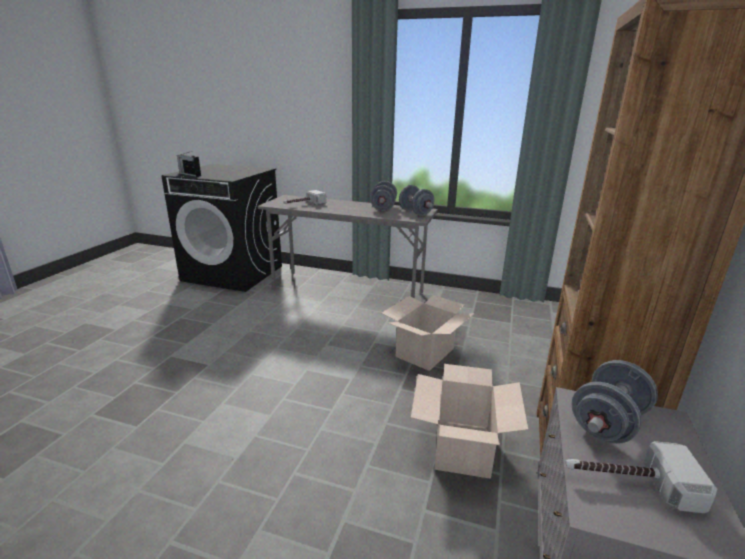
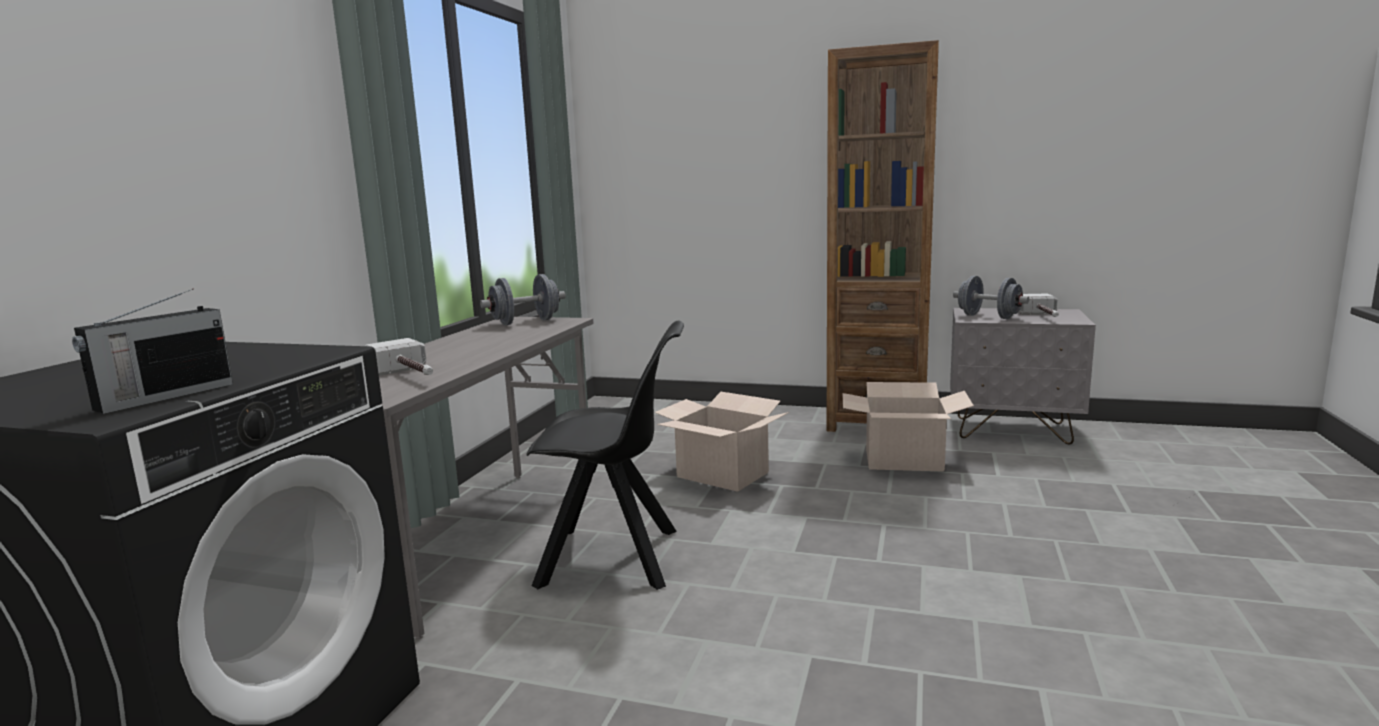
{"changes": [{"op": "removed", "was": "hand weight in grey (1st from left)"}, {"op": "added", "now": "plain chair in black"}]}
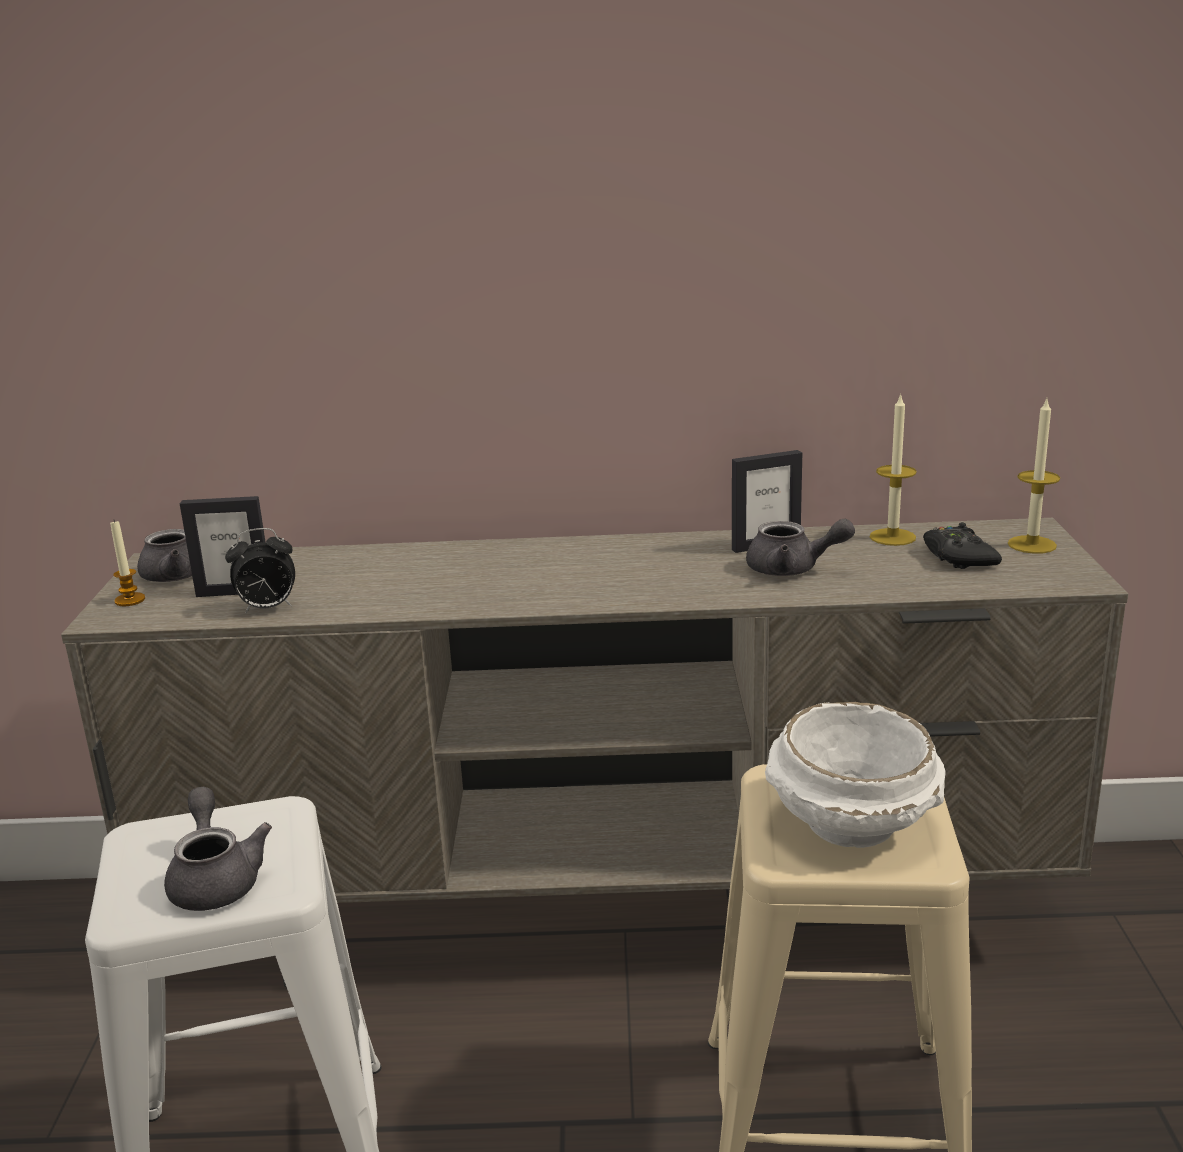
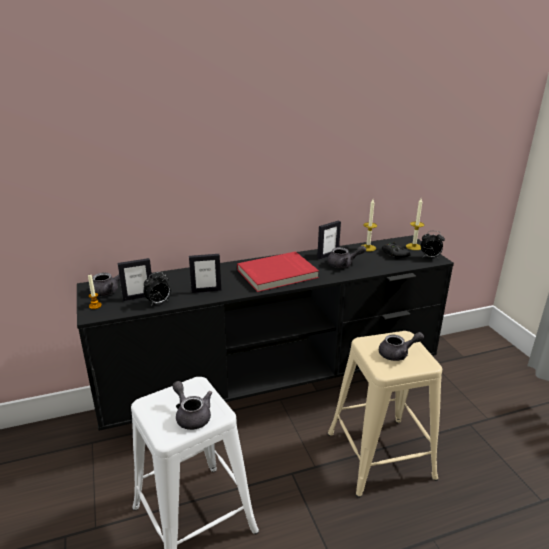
{"changes": [{"op": "recoloured", "was": "tv stand in sand-coloured", "now": "tv stand in black"}, {"op": "replaced", "was": "serving bowl in white-coloured", "now": "pot for tea in grey (4th from left)"}, {"op": "added", "now": "photo frame (2nd from left)"}, {"op": "added", "now": "book in red"}, {"op": "added", "now": "bedside clock (2nd from left)"}]}
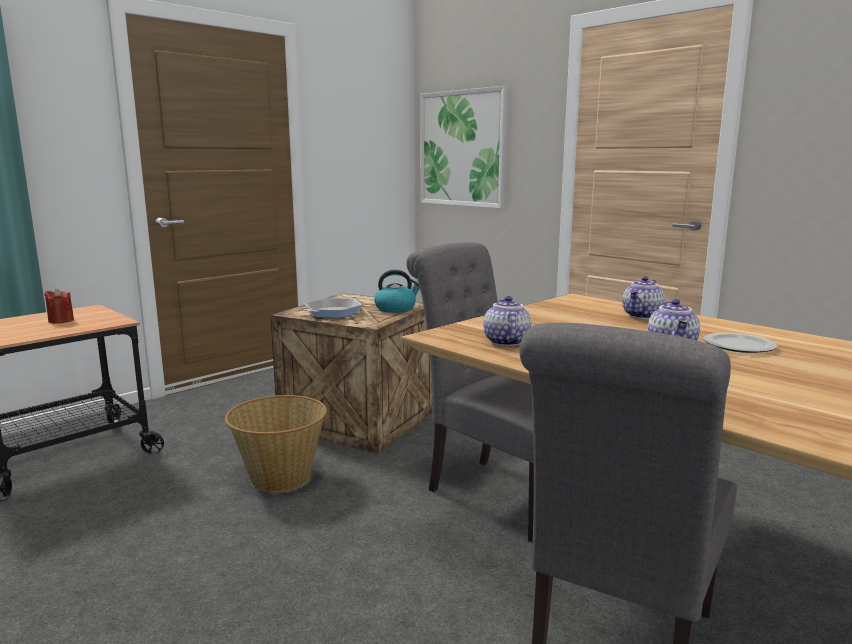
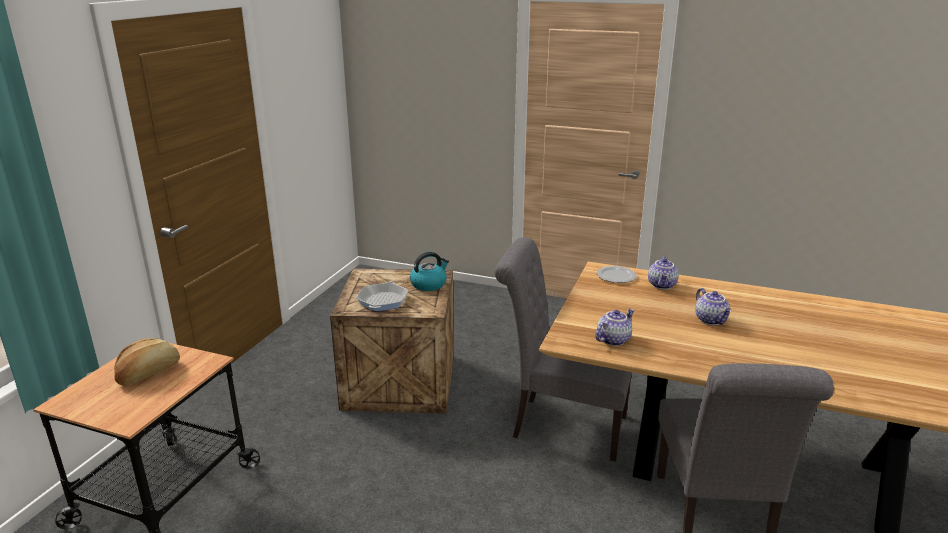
{"changes": [{"op": "replaced", "was": "candle in red", "now": "baked bread"}, {"op": "removed", "was": "basket"}, {"op": "removed", "was": "picture"}, {"op": "turned", "was": "pot for tea (1st from left)", "clockwise": 75}, {"op": "moved", "was": "flat dish"}]}
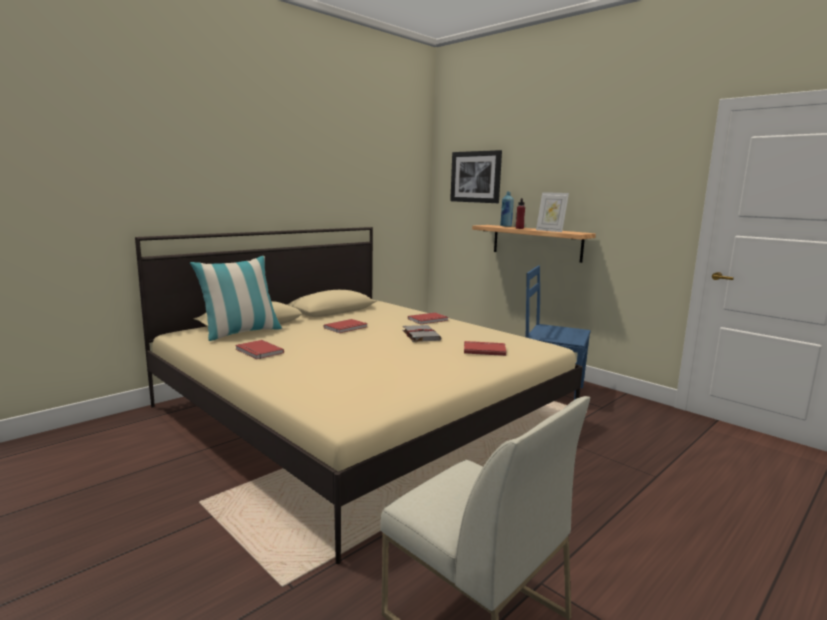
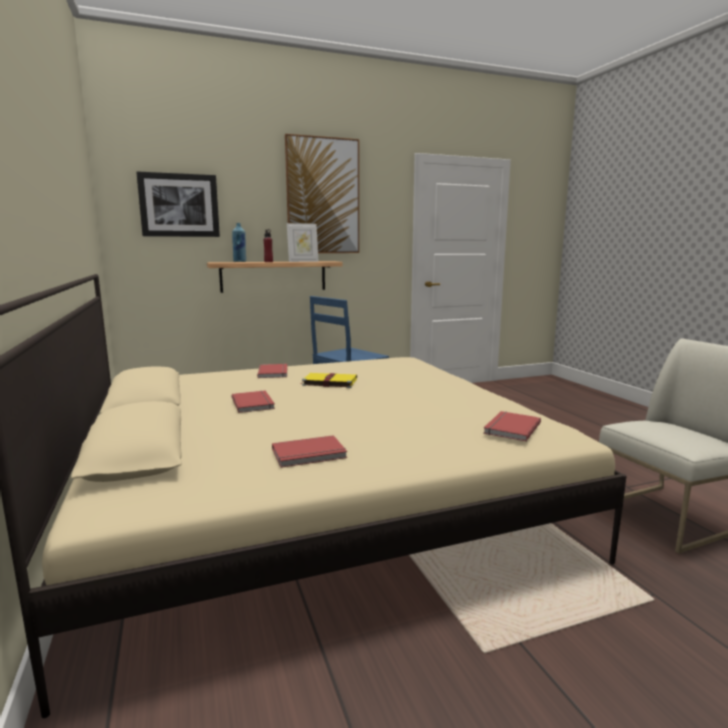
{"changes": [{"op": "removed", "was": "cushion"}, {"op": "recoloured", "was": "book in grey", "now": "book in yellow"}, {"op": "moved", "was": "book in red (4th from left)"}, {"op": "added", "now": "picture (2nd from left)"}]}
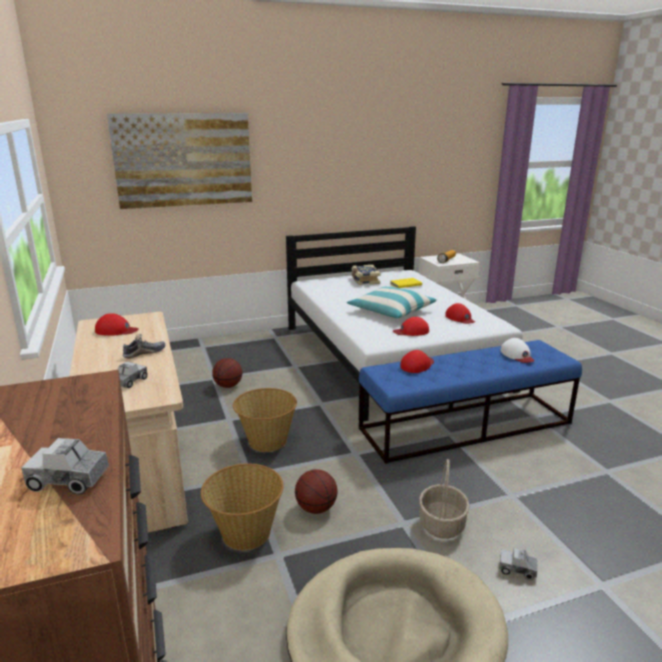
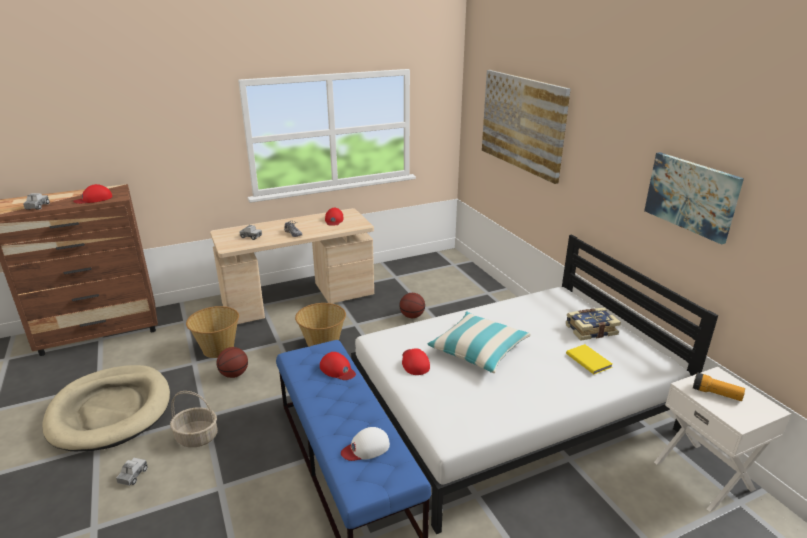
{"changes": [{"op": "moved", "was": "baseball cap in red (4th from left in the first image)", "now": "baseball cap in red (1st from left)"}, {"op": "added", "now": "picture (2nd from left)"}]}
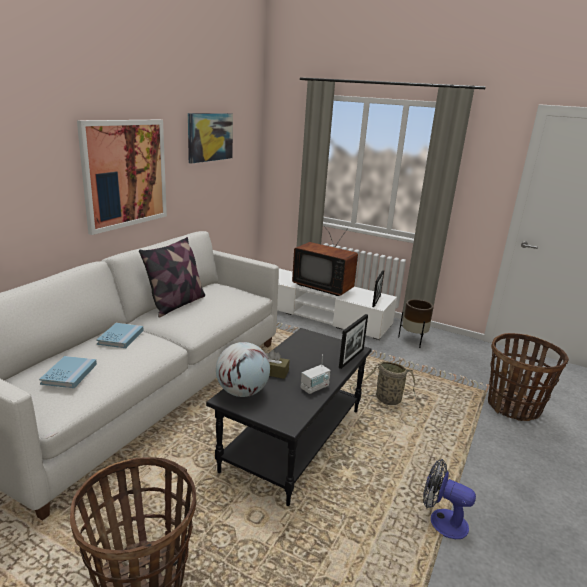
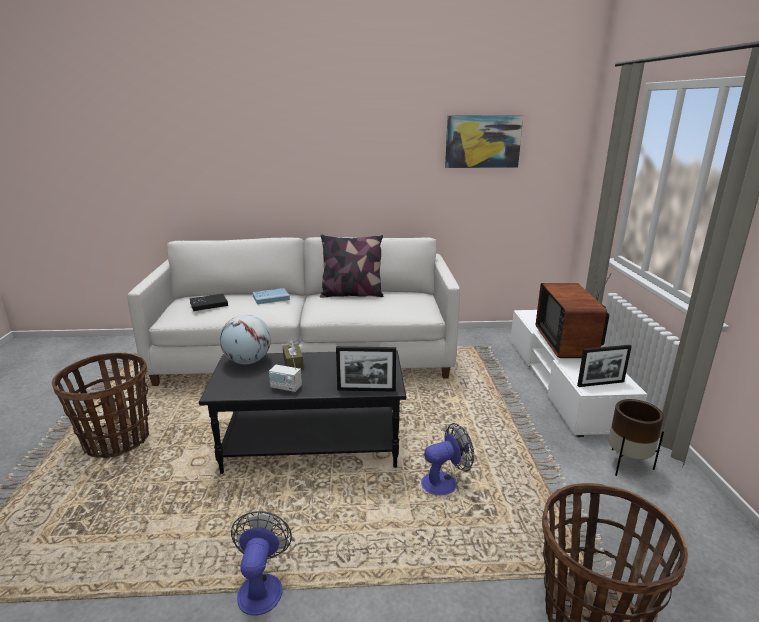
{"changes": [{"op": "recoloured", "was": "book in blue-coloured (1st from left)", "now": "book in black"}, {"op": "removed", "was": "picture (1st from left)"}, {"op": "replaced", "was": "basket (2nd from left)", "now": "cooling fan (2nd from left)"}]}
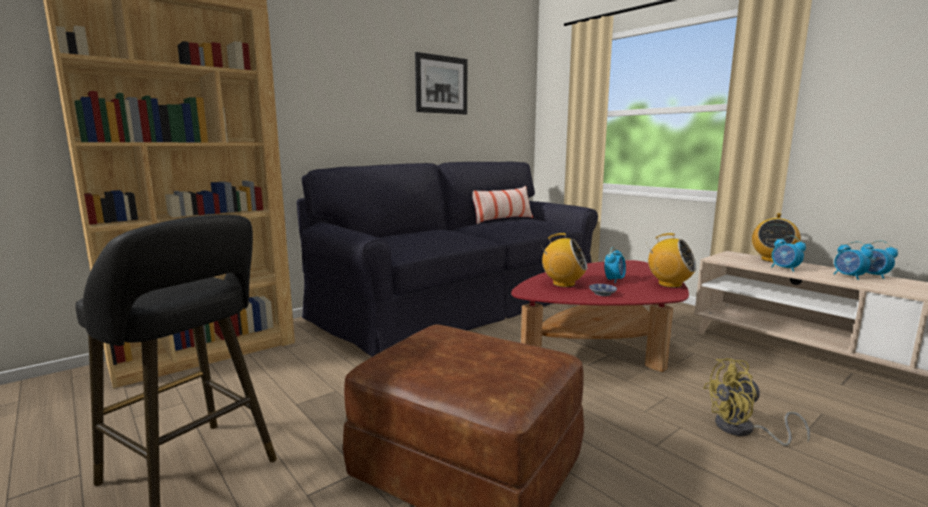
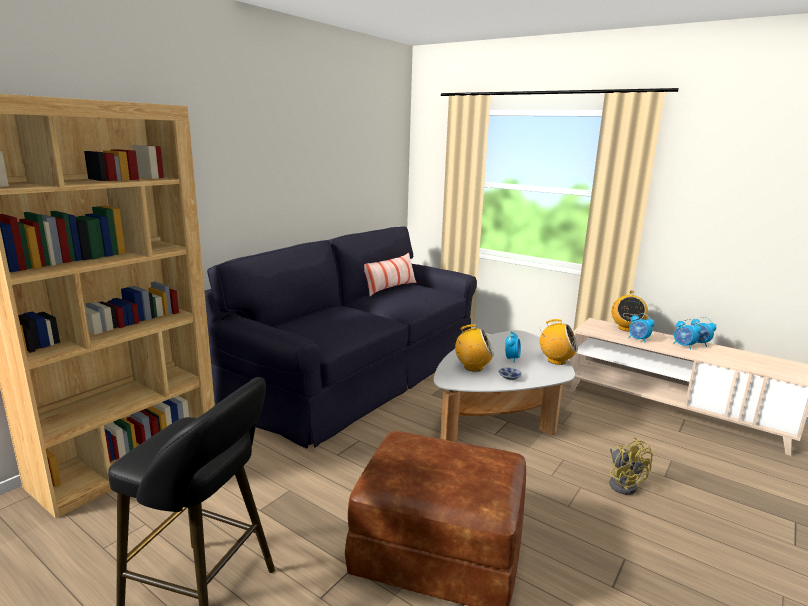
{"changes": [{"op": "removed", "was": "picture"}, {"op": "recoloured", "was": "lounge table in red", "now": "lounge table in white-coloured"}, {"op": "turned", "was": "cooling fan in yellow", "clockwise": -90}]}
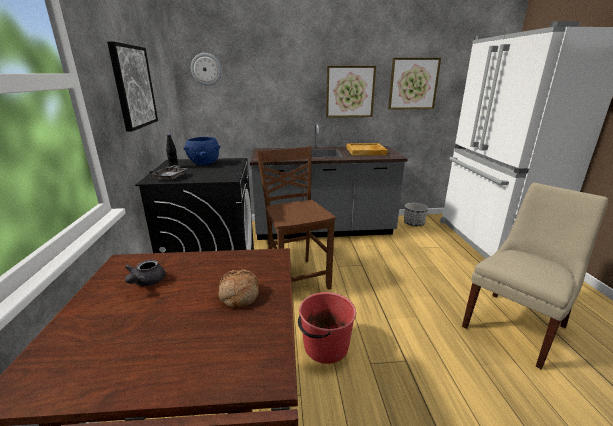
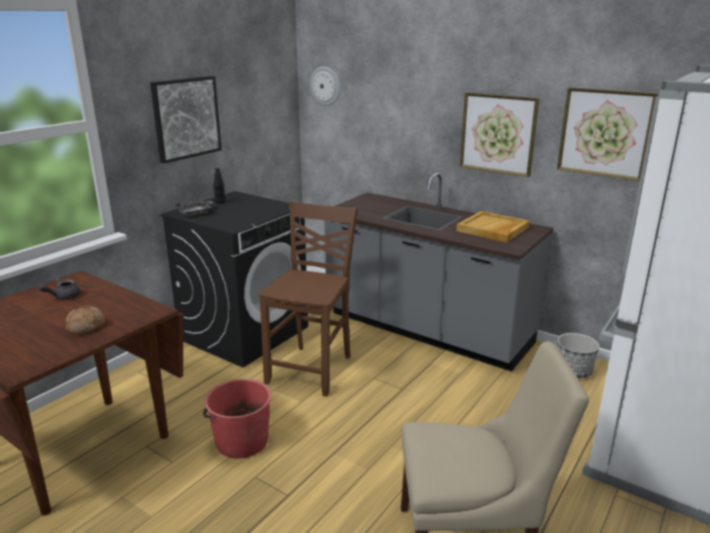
{"changes": [{"op": "removed", "was": "serving bowl in blue-coloured"}]}
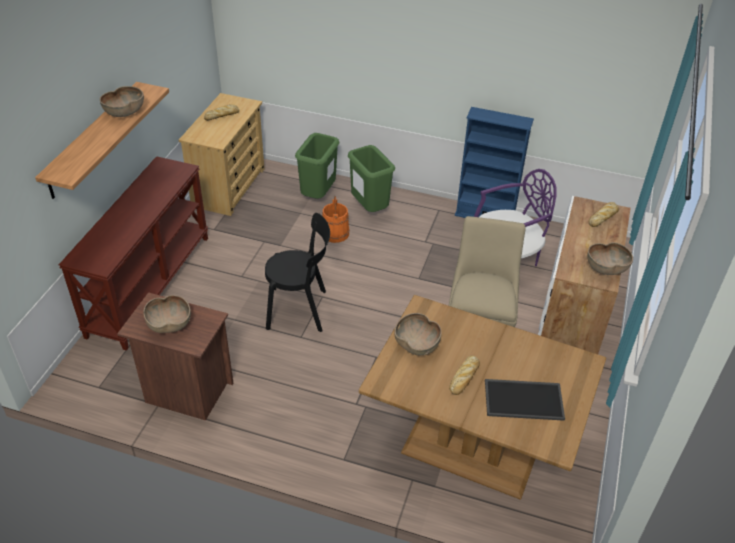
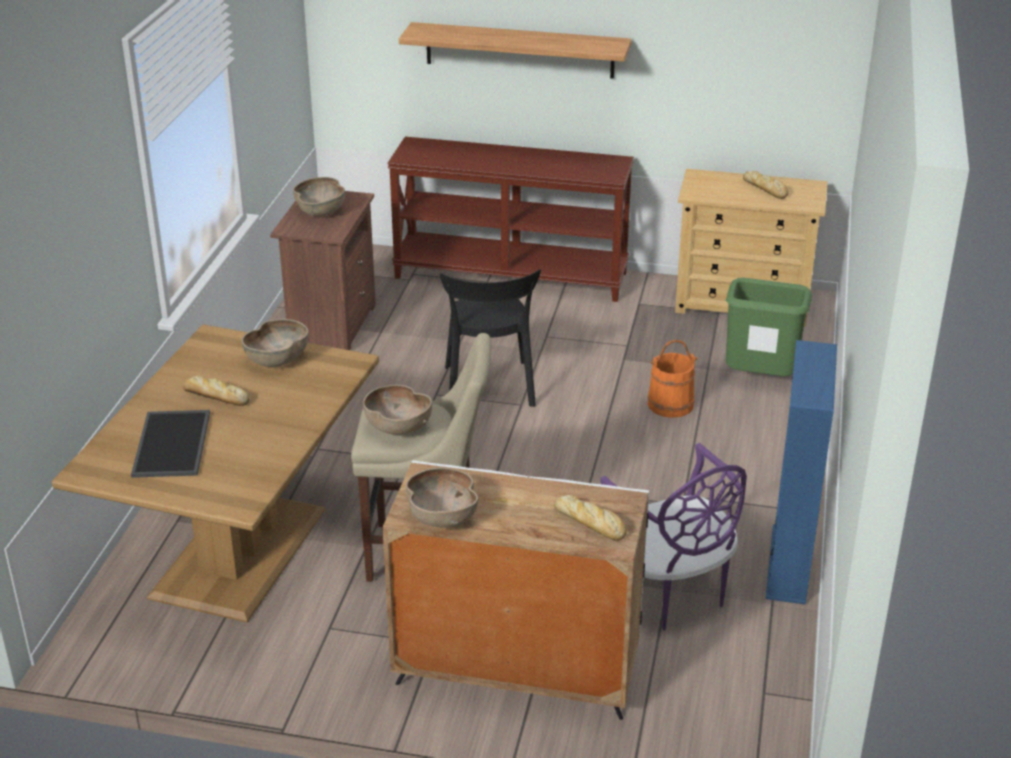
{"changes": [{"op": "moved", "was": "serving bowl in brownish (1st from left in the first image)", "now": "serving bowl in brownish (3rd from left)"}, {"op": "removed", "was": "waste bin in green (2nd from left)"}]}
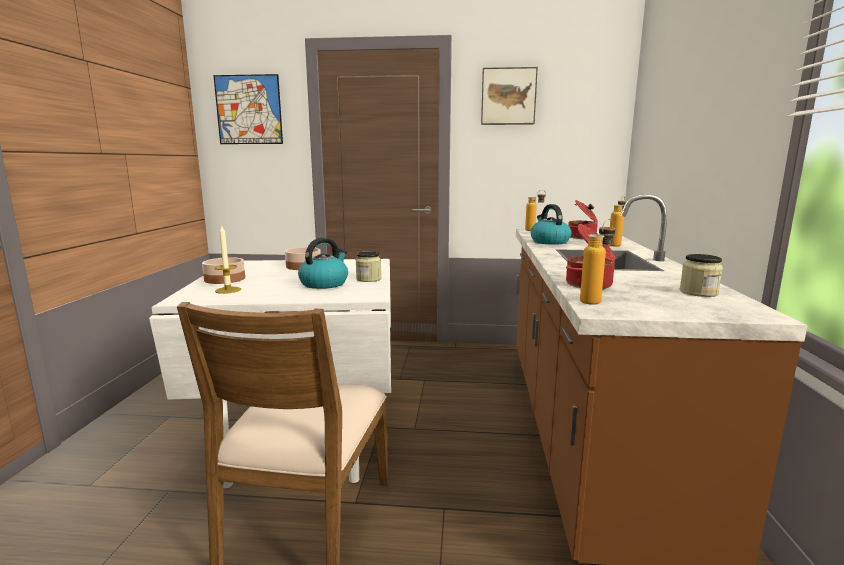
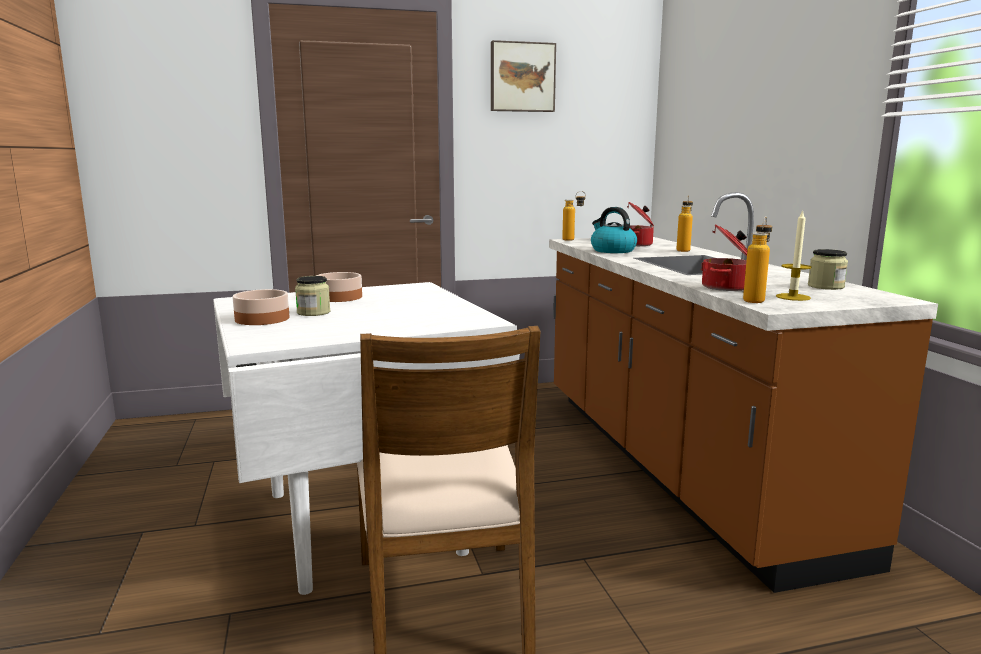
{"changes": [{"op": "removed", "was": "picture (1st from left)"}, {"op": "moved", "was": "candle"}, {"op": "removed", "was": "kettle (1st from left)"}, {"op": "moved", "was": "jar (1st from left)"}]}
